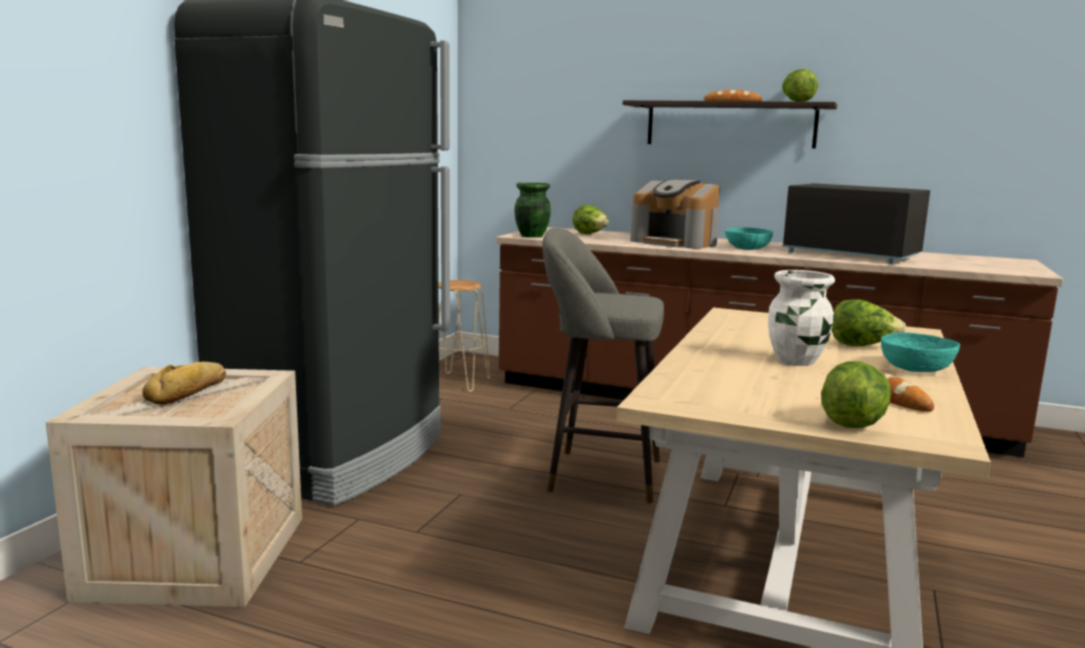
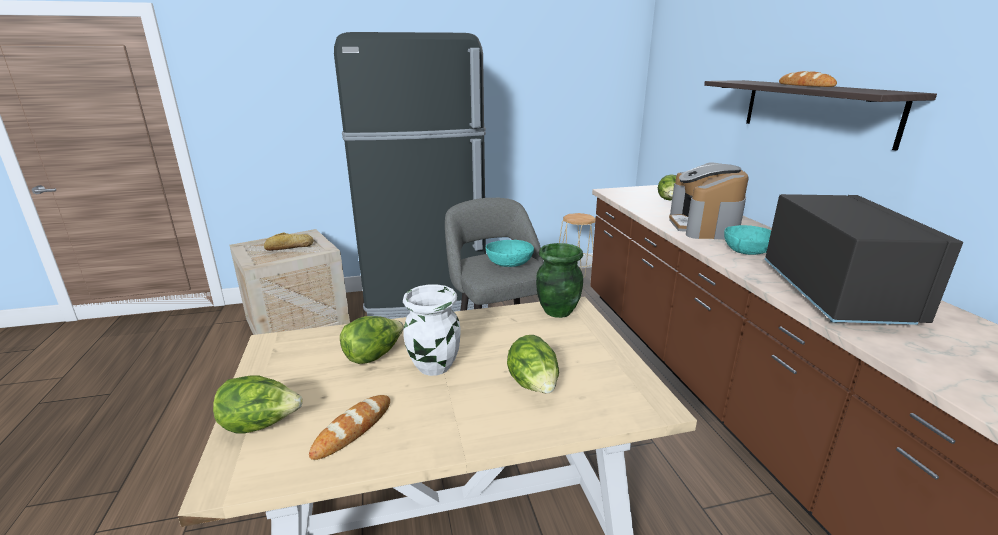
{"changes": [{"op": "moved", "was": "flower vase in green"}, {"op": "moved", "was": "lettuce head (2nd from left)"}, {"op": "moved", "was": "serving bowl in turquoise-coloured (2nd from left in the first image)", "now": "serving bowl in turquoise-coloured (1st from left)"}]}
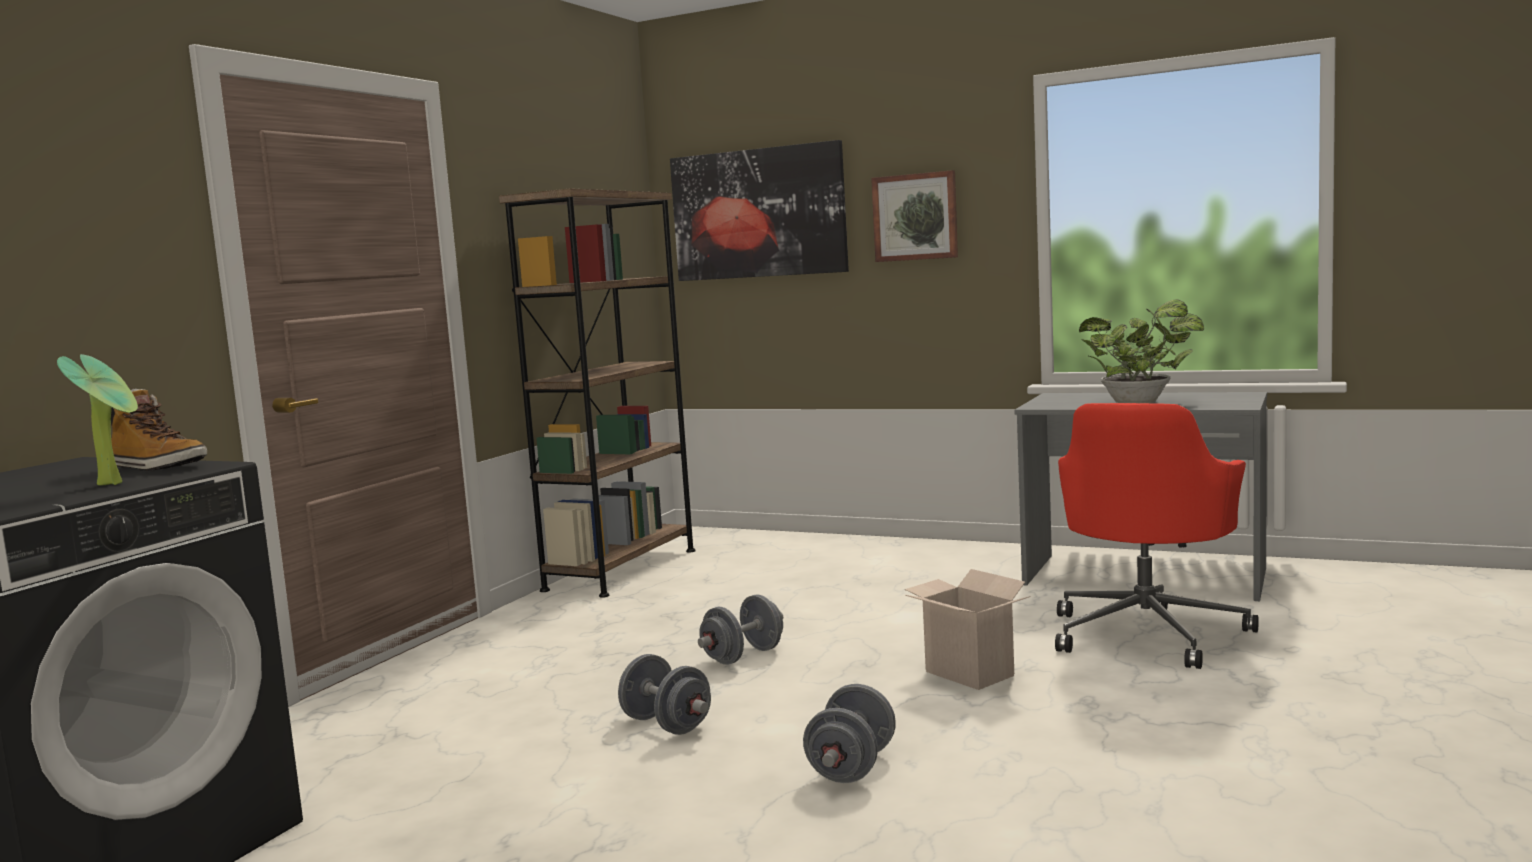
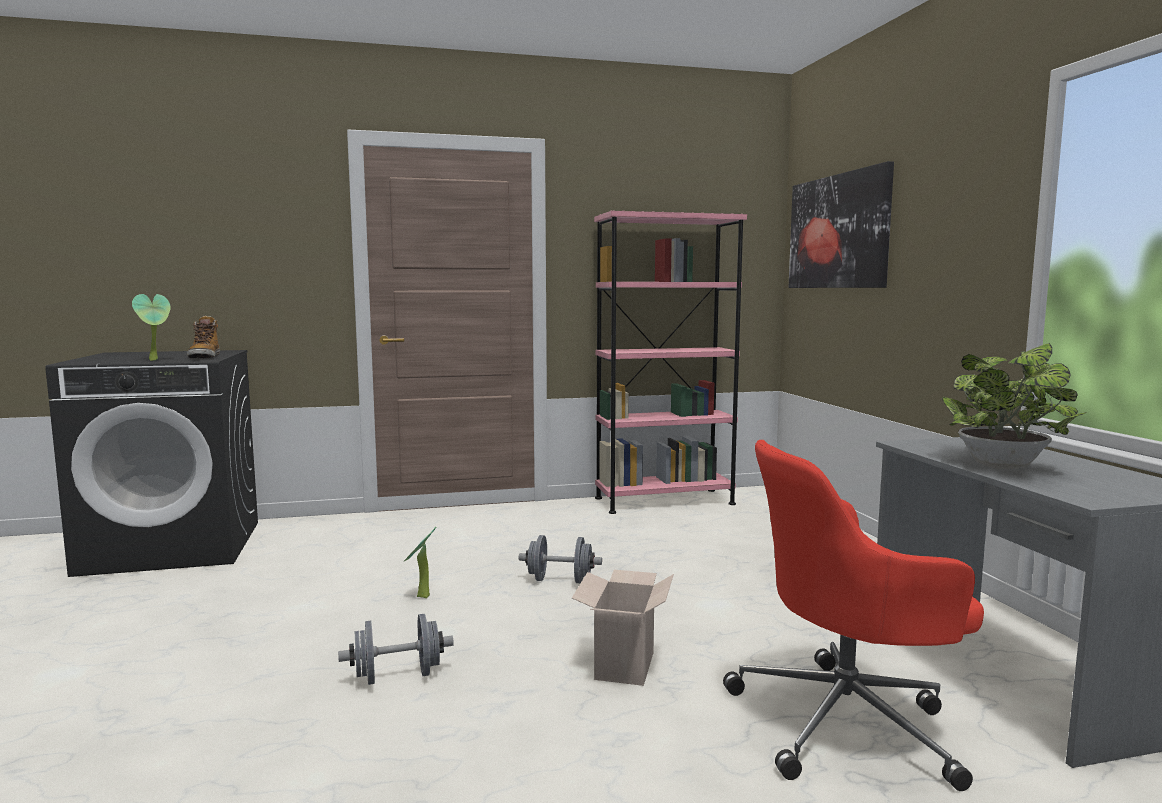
{"changes": [{"op": "recoloured", "was": "bookshelf in brownish", "now": "bookshelf in pink-coloured"}, {"op": "replaced", "was": "hand weight in grey (1st from left)", "now": "houseplant (2nd from left)"}, {"op": "removed", "was": "picture (2nd from left)"}]}
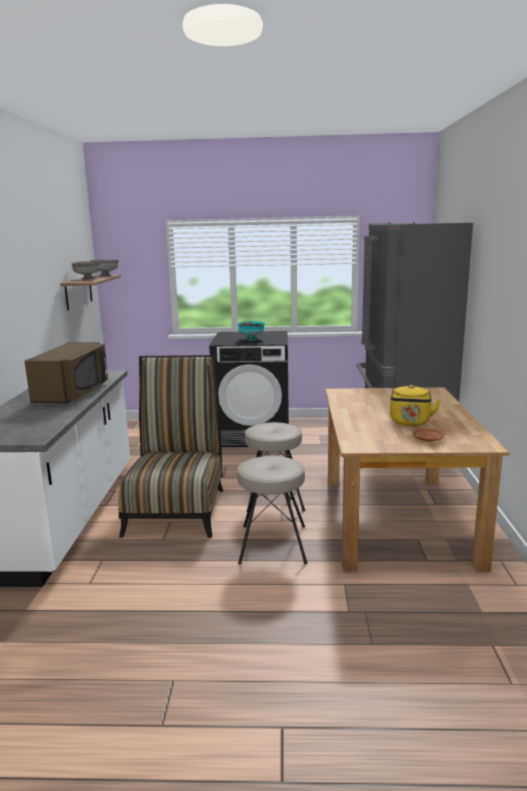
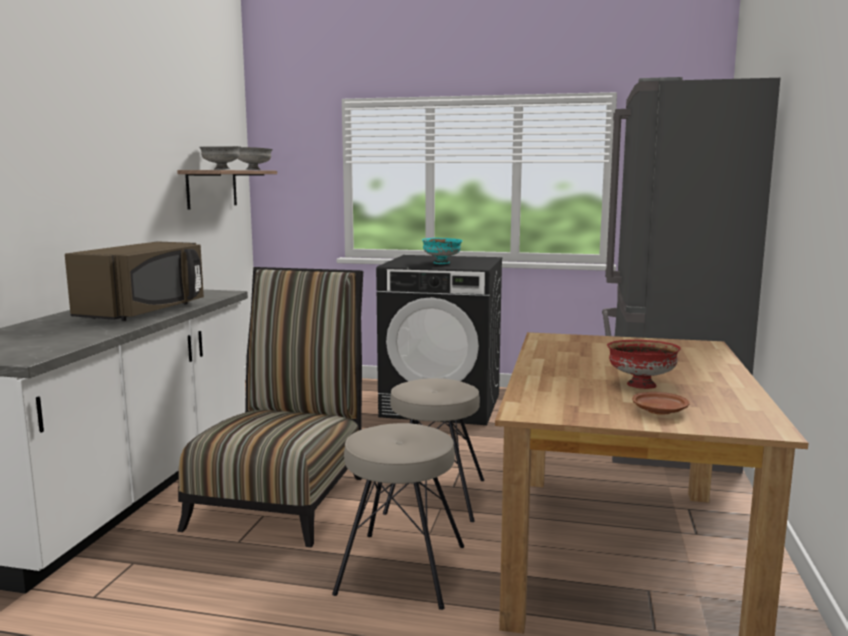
{"changes": [{"op": "replaced", "was": "kettle in yellow", "now": "serving bowl in red"}]}
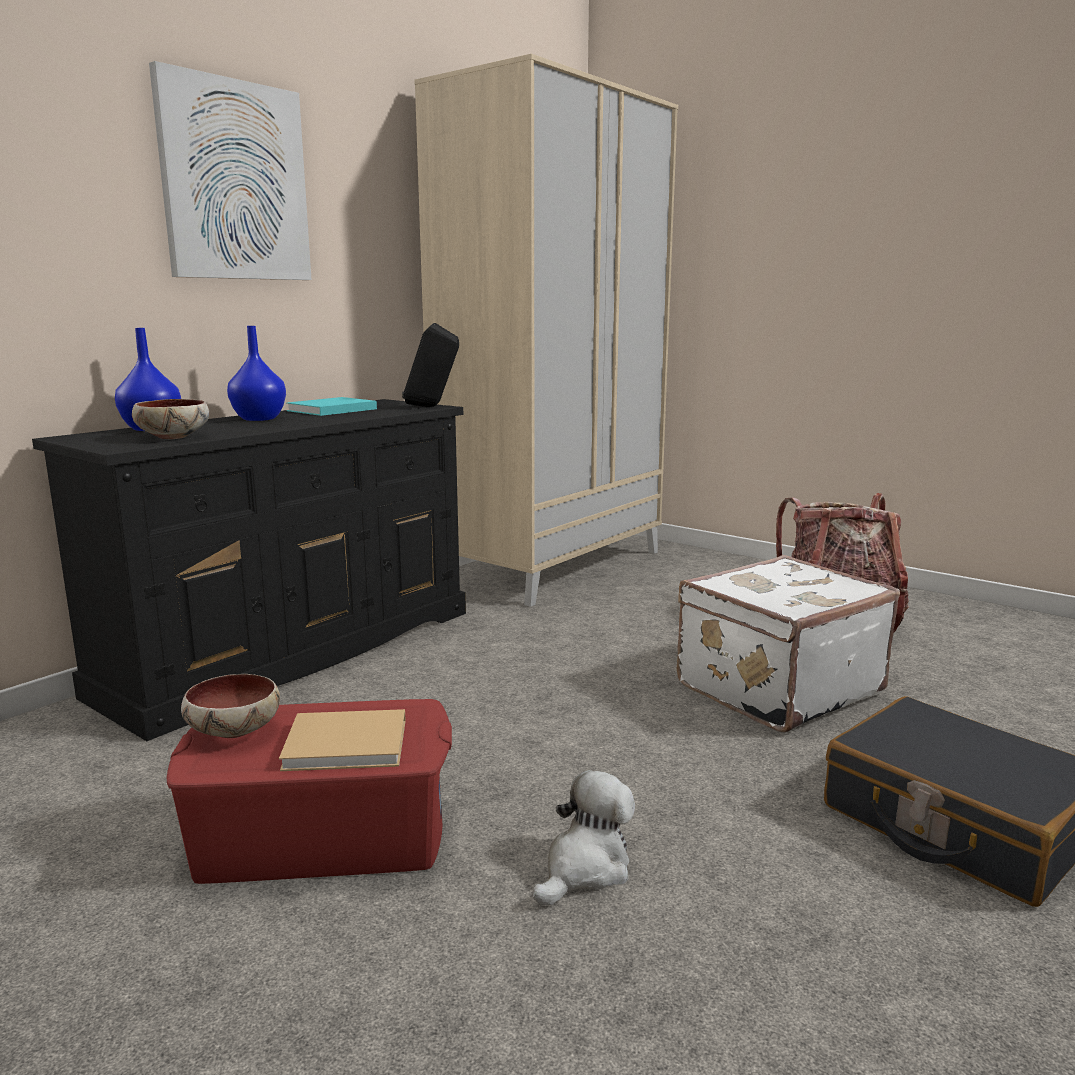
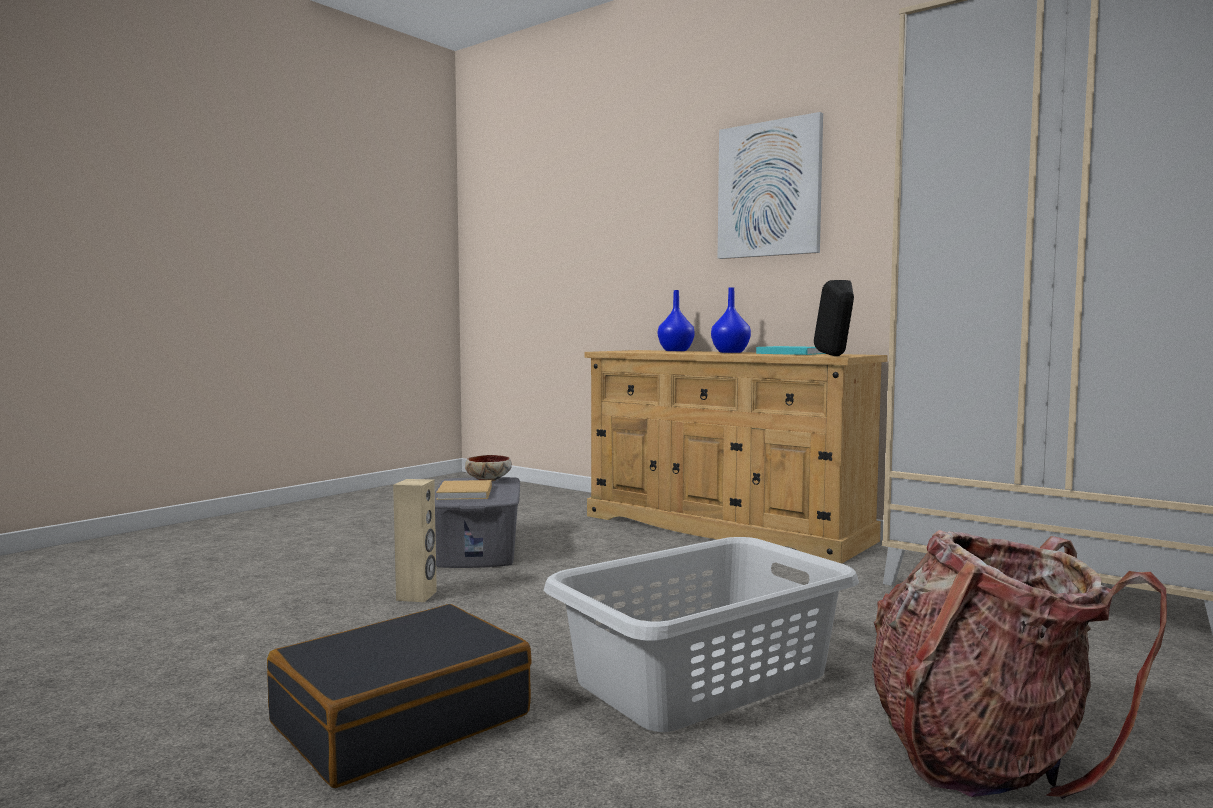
{"changes": [{"op": "recoloured", "was": "chest of drawers in black", "now": "chest of drawers in sand-coloured"}, {"op": "removed", "was": "serving bowl (1st from left)"}, {"op": "recoloured", "was": "storage box in red", "now": "storage box in grey"}, {"op": "replaced", "was": "plush toy", "now": "speaker in sand-coloured"}, {"op": "replaced", "was": "piece of luggage in white-coloured", "now": "laundry basket in grey"}]}
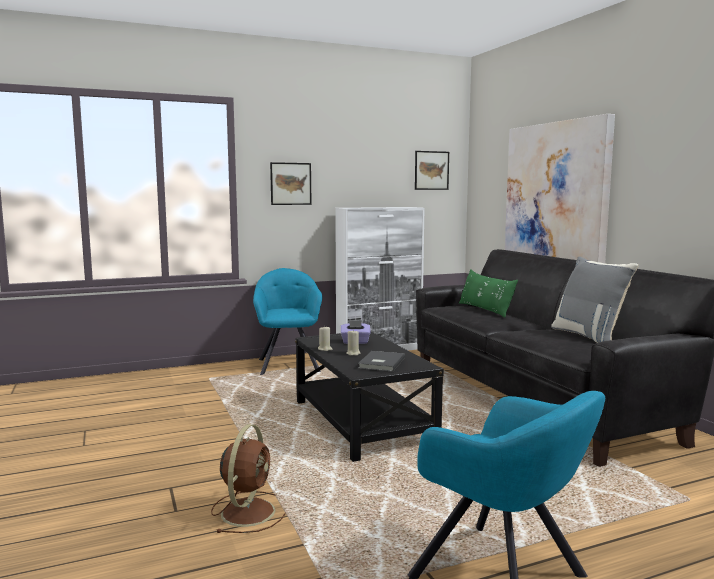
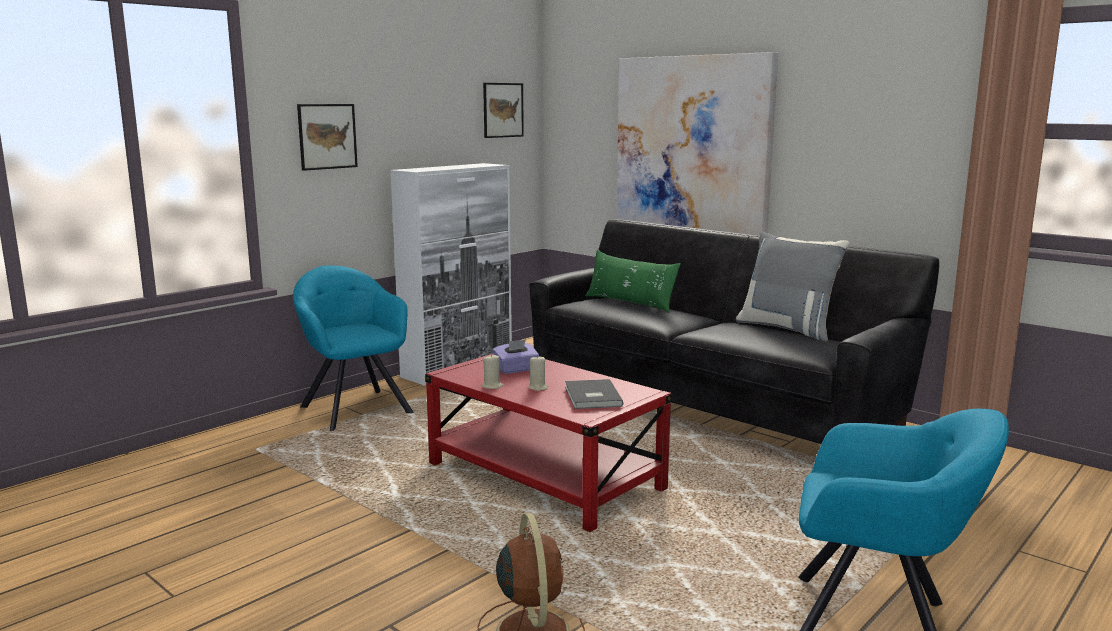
{"changes": [{"op": "recoloured", "was": "lounge table in black", "now": "lounge table in red"}]}
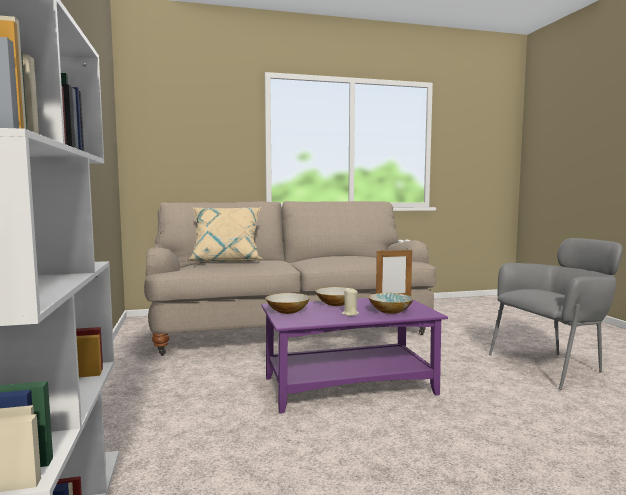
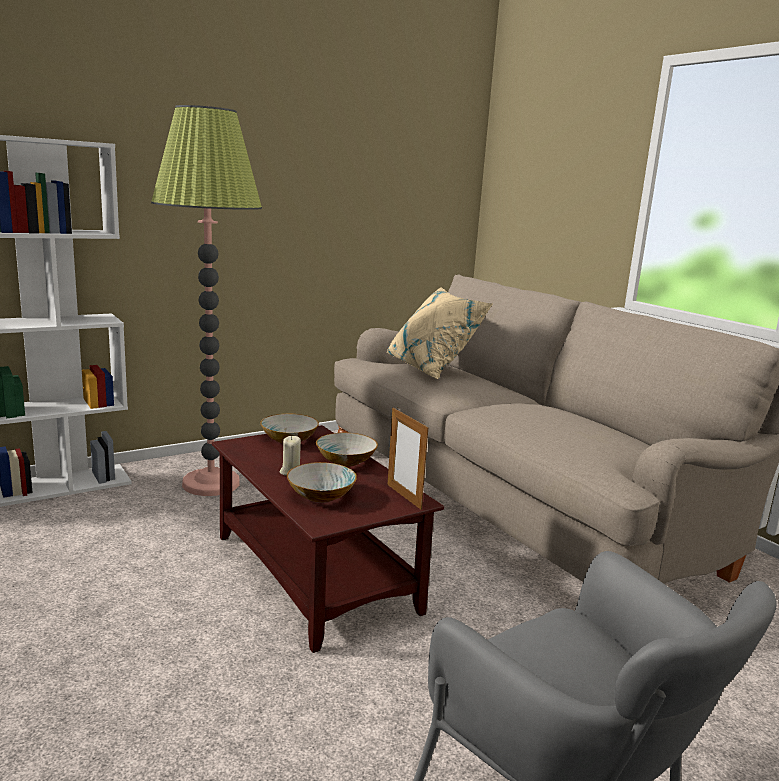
{"changes": [{"op": "recoloured", "was": "lounge table in purple", "now": "lounge table in brownish"}, {"op": "added", "now": "standard lamp"}]}
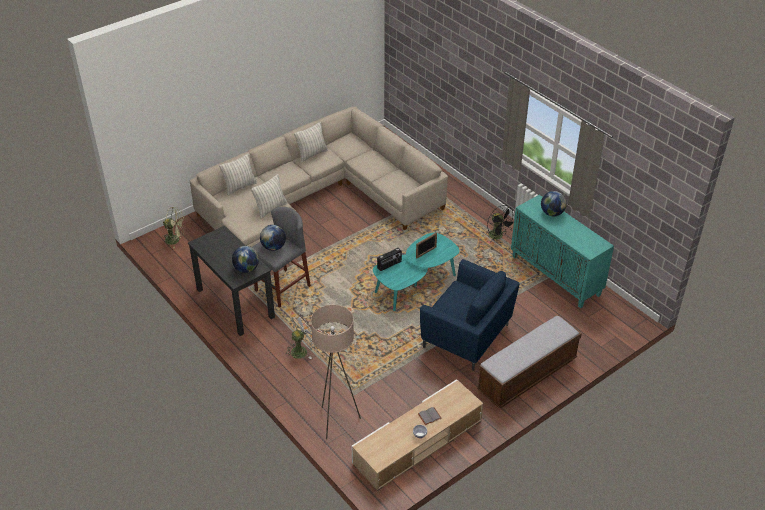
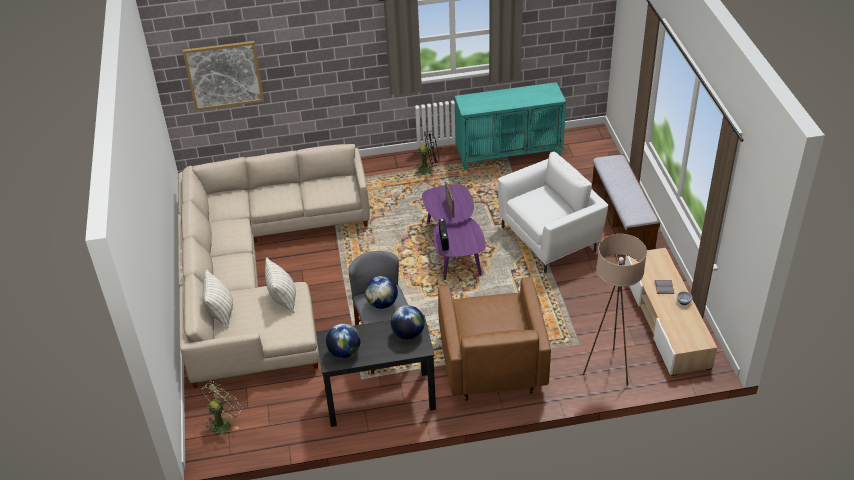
{"changes": [{"op": "replaced", "was": "cooling fan in white-coloured", "now": "armchair in brownish"}, {"op": "removed", "was": "cushion (3rd from left)"}, {"op": "recoloured", "was": "lounge table in turquoise-coloured", "now": "lounge table in purple"}, {"op": "recoloured", "was": "armchair in blue-coloured", "now": "armchair in white-coloured"}, {"op": "moved", "was": "globe (3rd from left in the first image)", "now": "globe (1st from left)"}, {"op": "added", "now": "picture"}]}
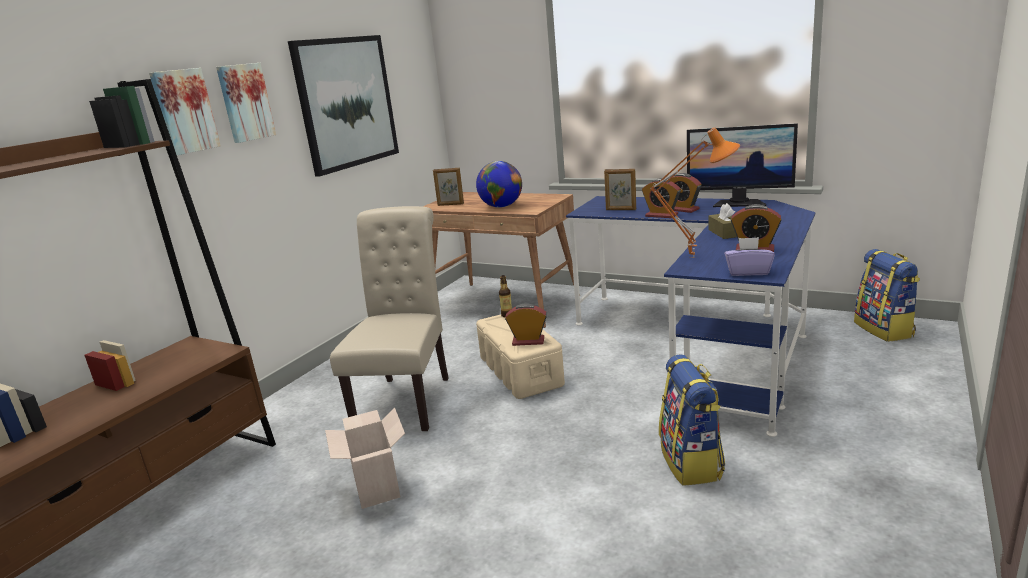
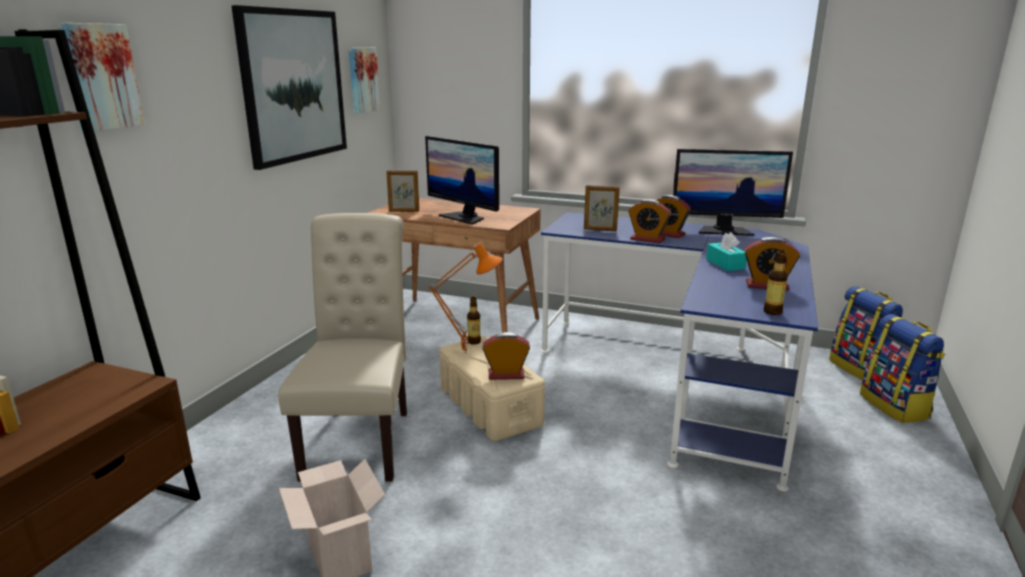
{"changes": [{"op": "moved", "was": "picture (2nd from left in the first image)", "now": "picture (3rd from left)"}, {"op": "replaced", "was": "globe", "now": "computer screen (1st from left)"}, {"op": "moved", "was": "tabletop lamp in orangey"}, {"op": "moved", "was": "knapsack (1st from left in the first image)", "now": "knapsack (2nd from left)"}, {"op": "recoloured", "was": "tissue holder in brownish", "now": "tissue holder in turquoise-coloured"}, {"op": "replaced", "was": "tissue holder in purple", "now": "beverage bottle (2nd from left)"}]}
